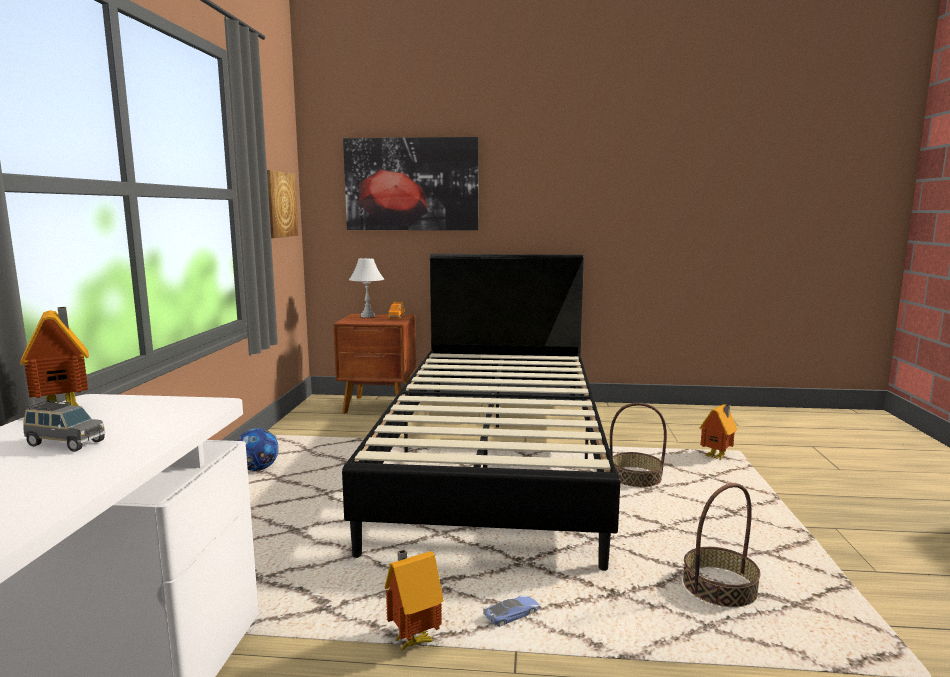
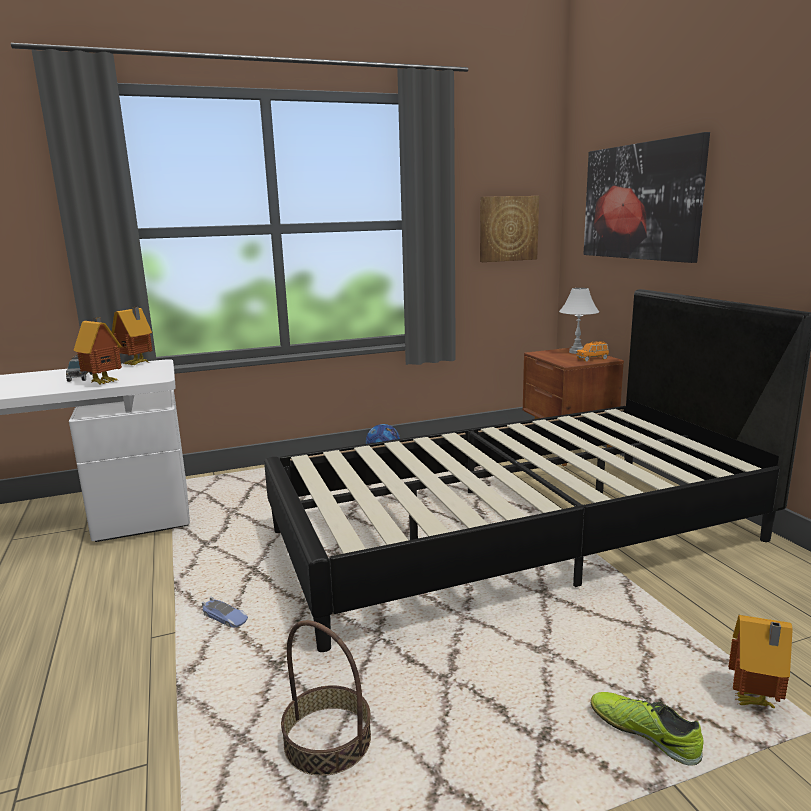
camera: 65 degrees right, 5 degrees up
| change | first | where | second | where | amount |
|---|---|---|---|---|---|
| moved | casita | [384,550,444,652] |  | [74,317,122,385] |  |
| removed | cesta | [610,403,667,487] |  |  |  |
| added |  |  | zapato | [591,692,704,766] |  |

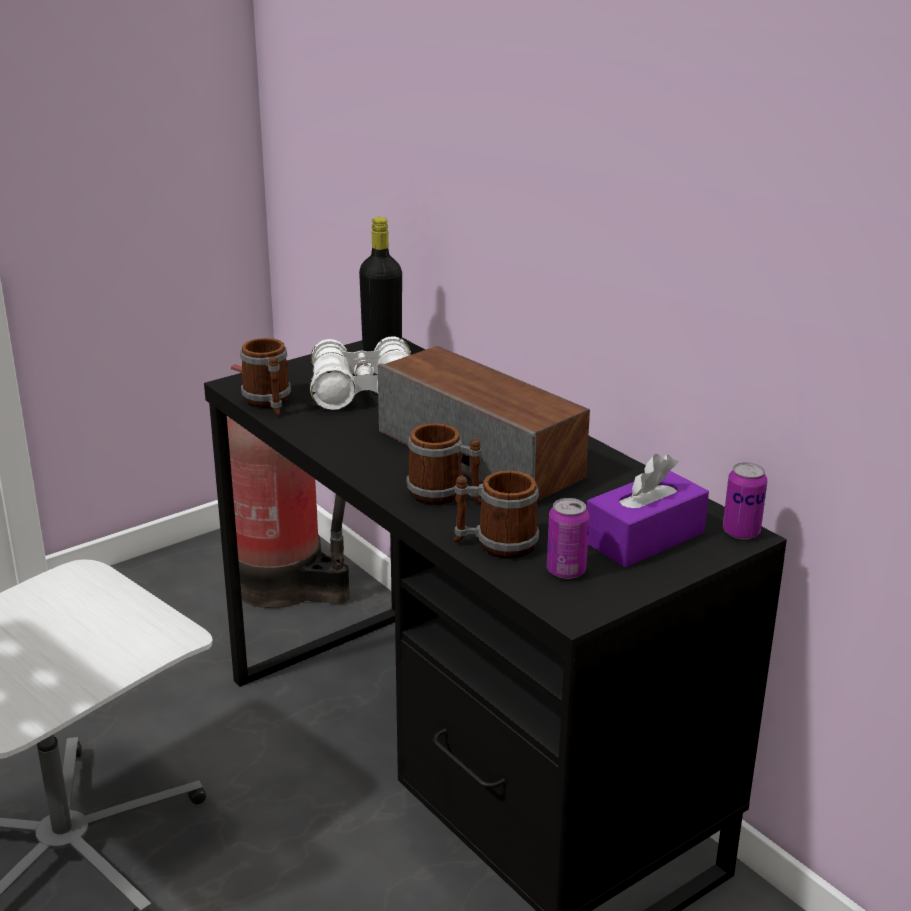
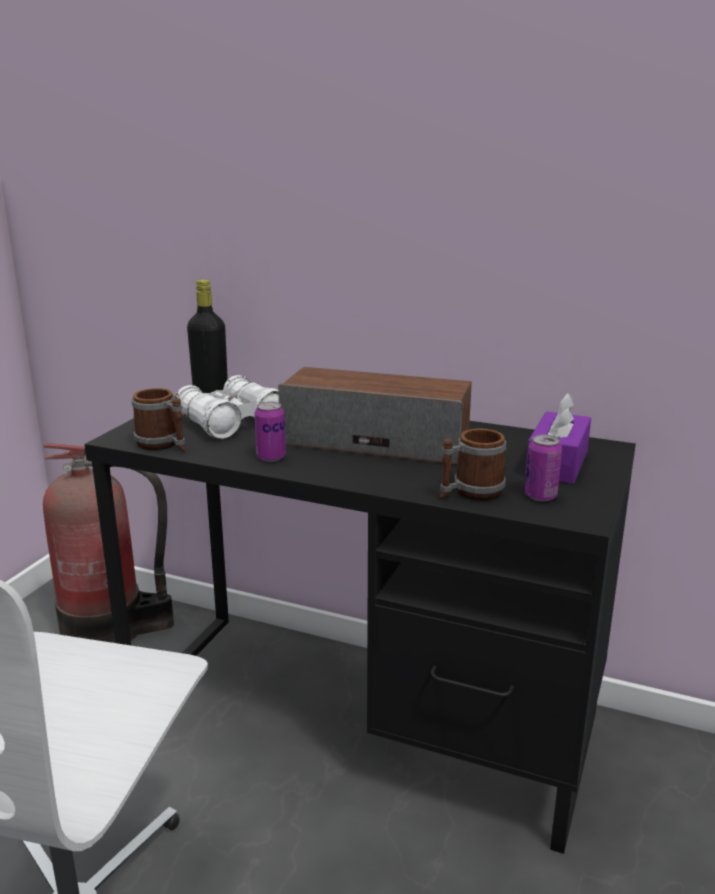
camera: 30 degrees left, 5 degrees down
| change | first | where | second | where | amount |
|---|---|---|---|---|---|
| removed | taza grande | [407,423,482,505] |  |  |  |
| moved | lata | [723,462,767,540] |  | [254,402,286,462] |  |

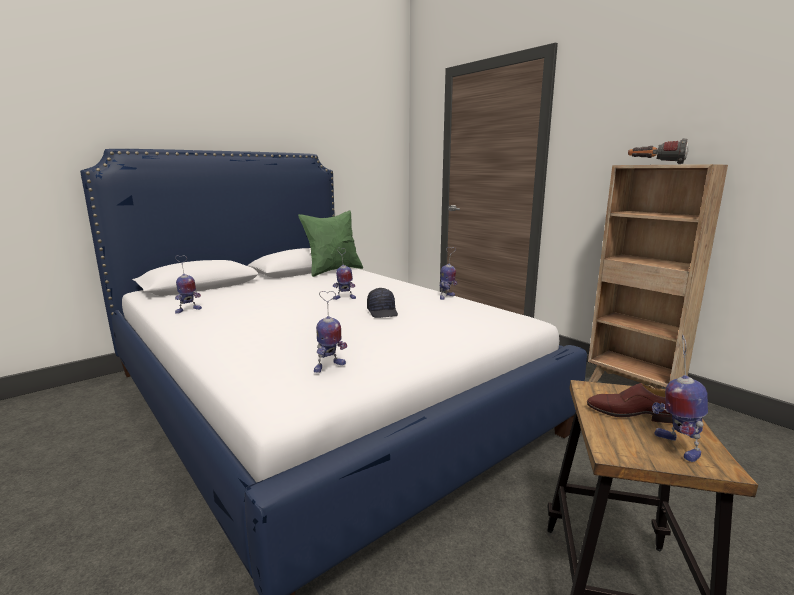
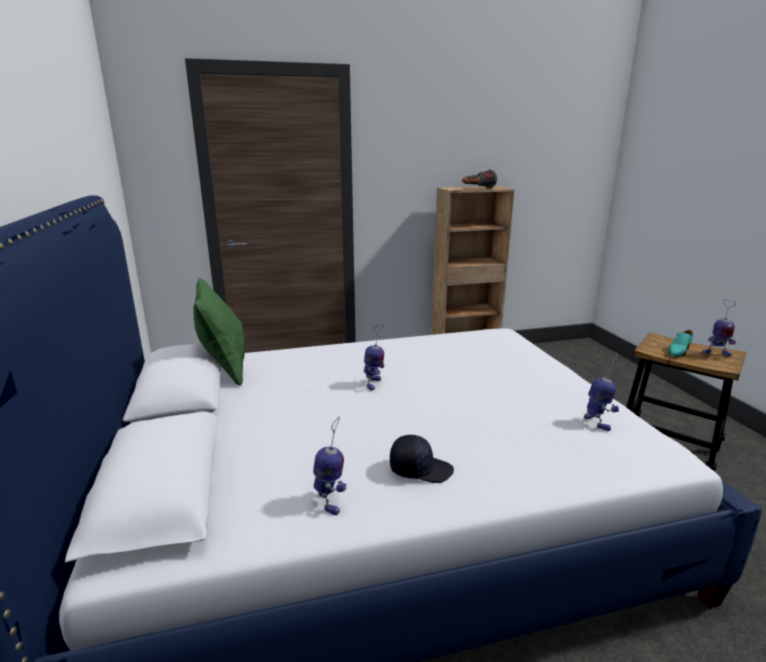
camera: 65 degrees left, 5 degrees up
| change | first | where | second | where | amount |
|---|---|---|---|---|---|
| moved | gorra (negro) | [367,288,398,318] |  | [390,435,454,483] |  |
| removed | robot de juguete | [440,247,458,300] |  |  |  |
| recoloured | zapato (marrón) | [587,383,673,423] | zapato (turquesa) | [668,330,693,357] |  |

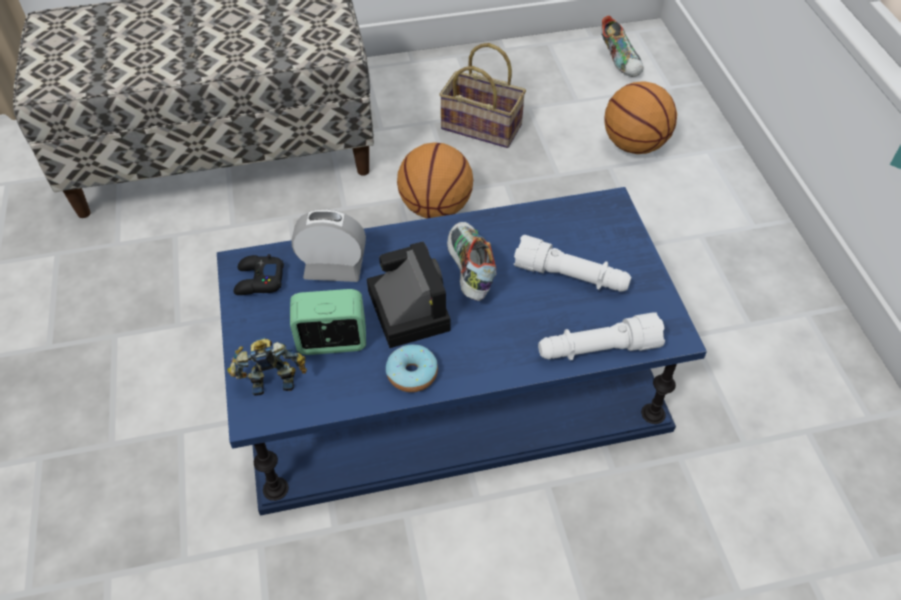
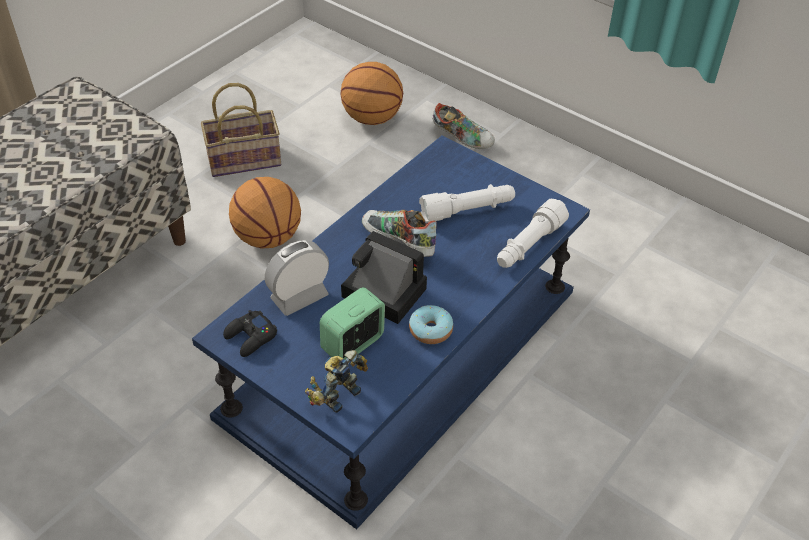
camera: 40 degrees left, 5 degrees down
| change | first | where | second | where | amount |
|---|---|---|---|---|---|
| moved | zapato | [601,16,643,77] |  | [433,103,495,149] |  |

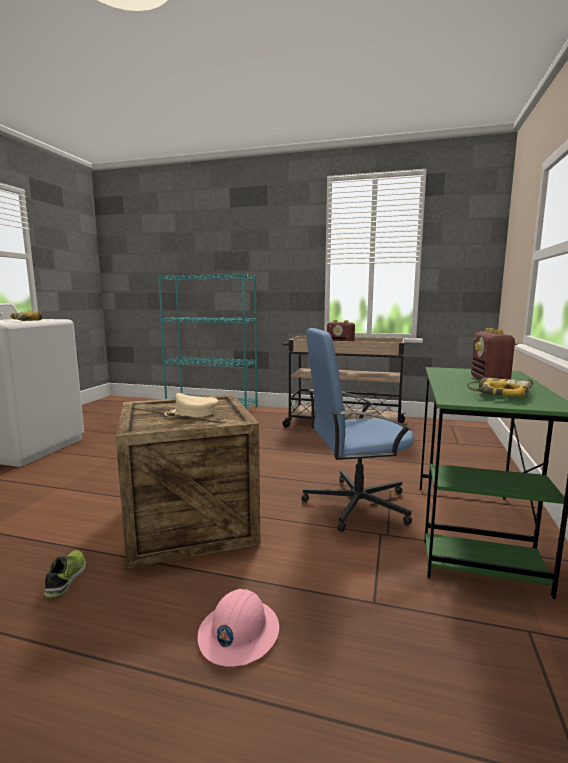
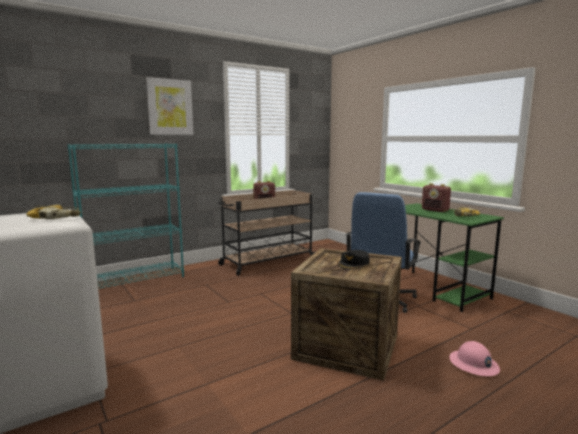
camera: 50 degrees left, 0 degrees up
| change | first | where | second | where | amount |
|---|---|---|---|---|---|
| removed | zapato | [44,550,86,598] |  |  |  |
| recoloured | gorra (beis) | [165,393,218,417] | gorra (negro) | [338,250,370,269] |  |
| added |  |  | cuadro | [146,77,194,135] |  |

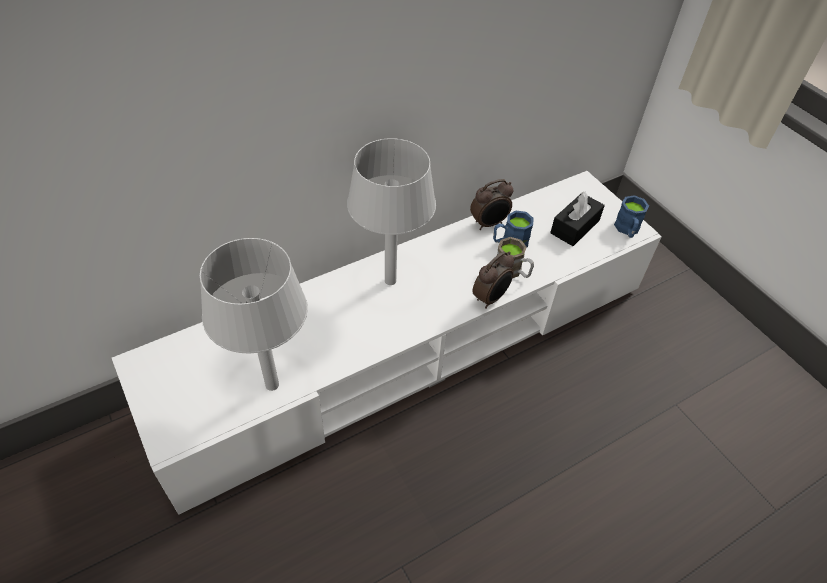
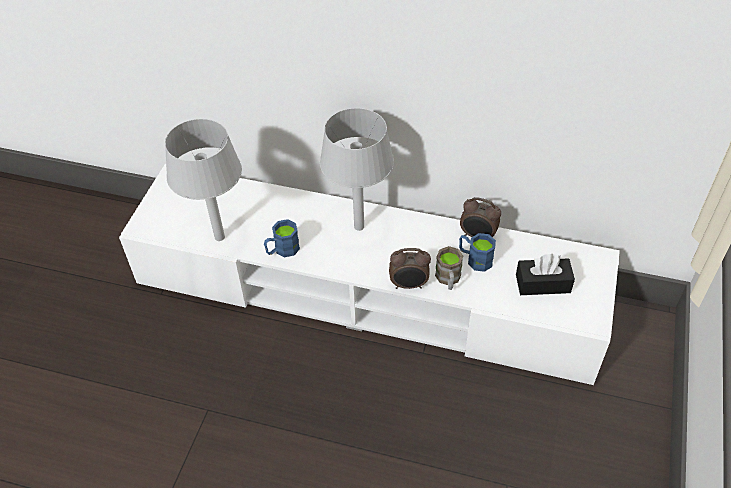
camera: 50 degrees right, 0 degrees up
| change | first | where | second | where | amount |
|---|---|---|---|---|---|
| moved | taza grande (azul) | [614,195,649,238] |  | [264,219,300,257] |  |

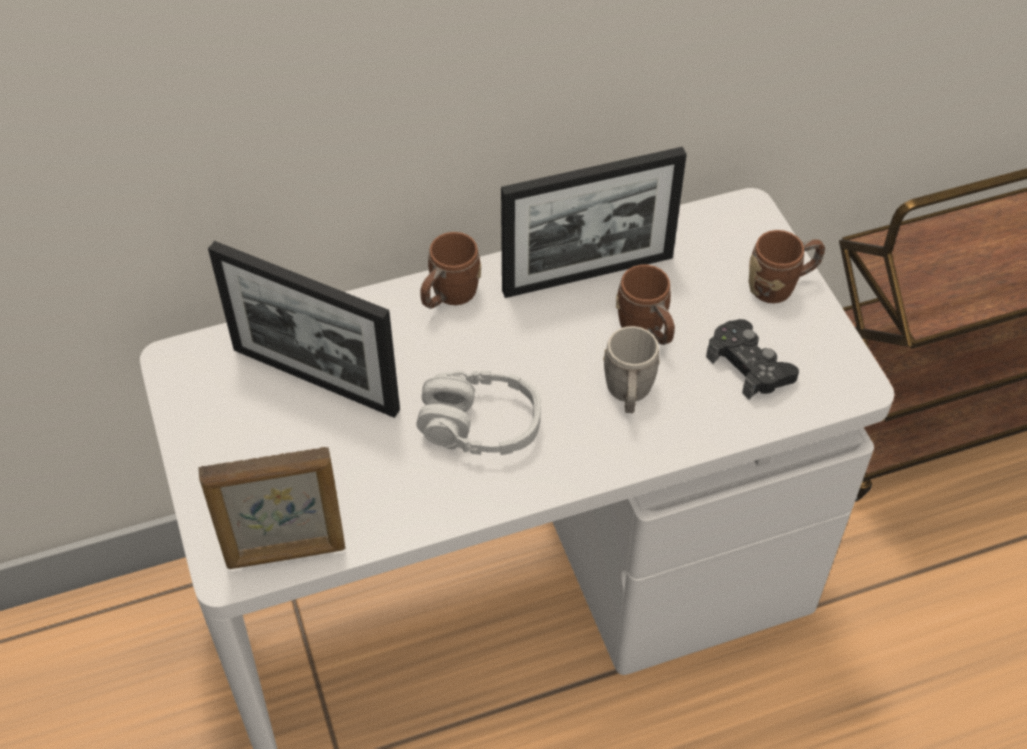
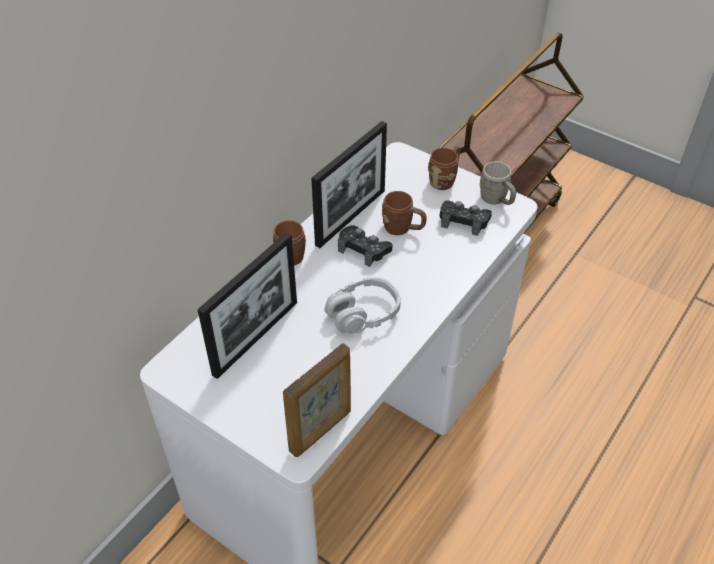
camera: 35 degrees left, 5 degrees down
| change | first | where | second | where | amount |
|---|---|---|---|---|---|
| turned | portarretratos | [208,241,400,418] |  | [197,233,297,379] | 45 degrees counterclockwise |
| moved | taza grande (gris) | [603,326,660,413] |  | [480,161,516,205] |  |
| added |  |  | mando de consola (negro) | [338,225,393,267] |  |

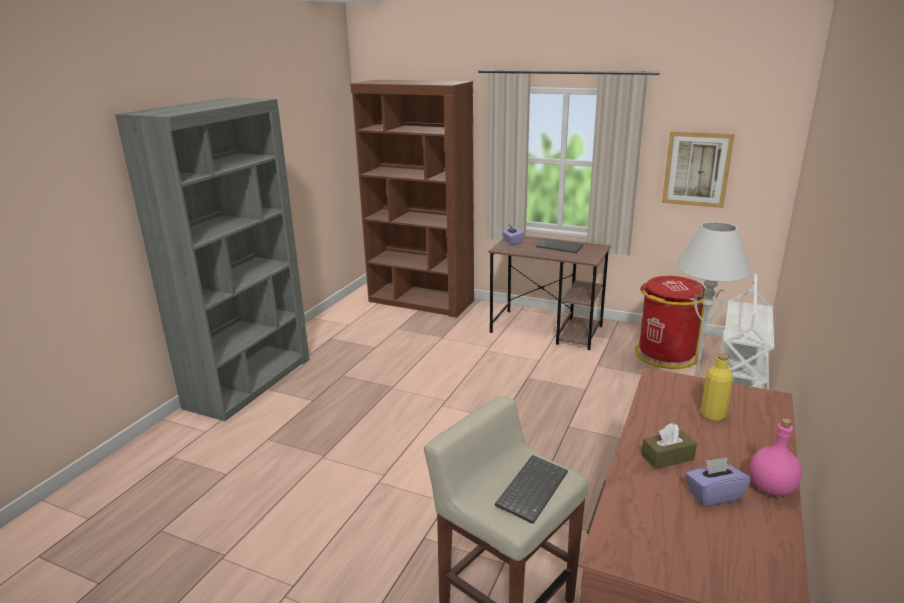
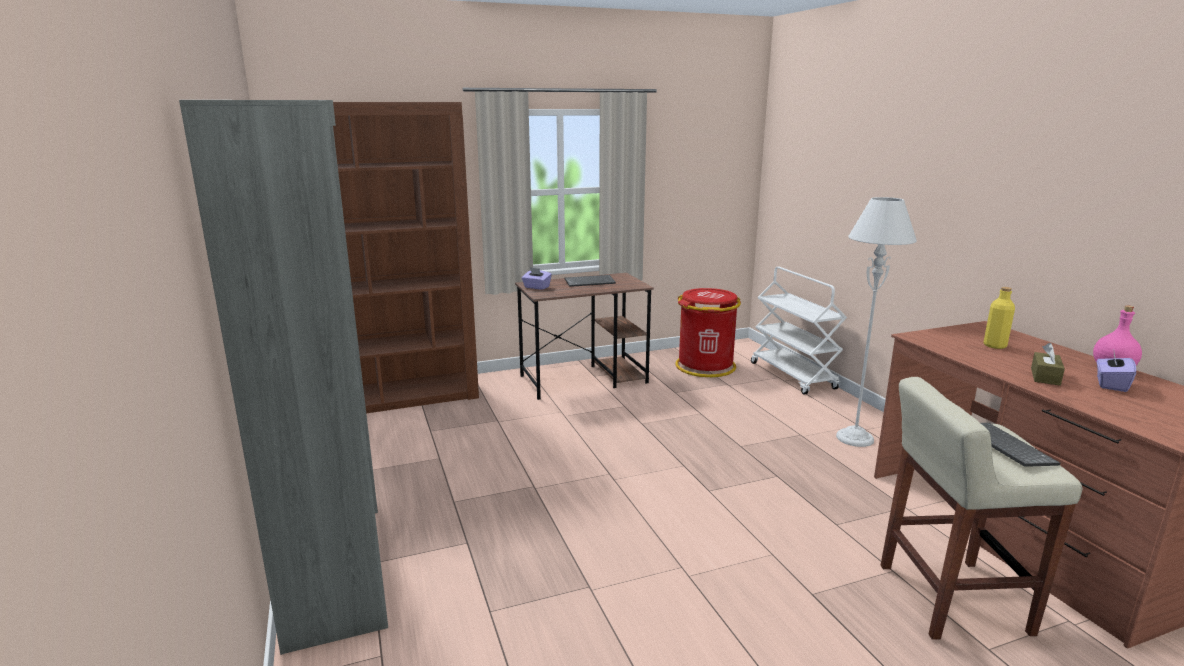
camera: 45 degrees left, 5 degrees down
| change | first | where | second | where | amount |
|---|---|---|---|---|---|
| removed | cuadro | [662,131,735,208] |  |  |  |

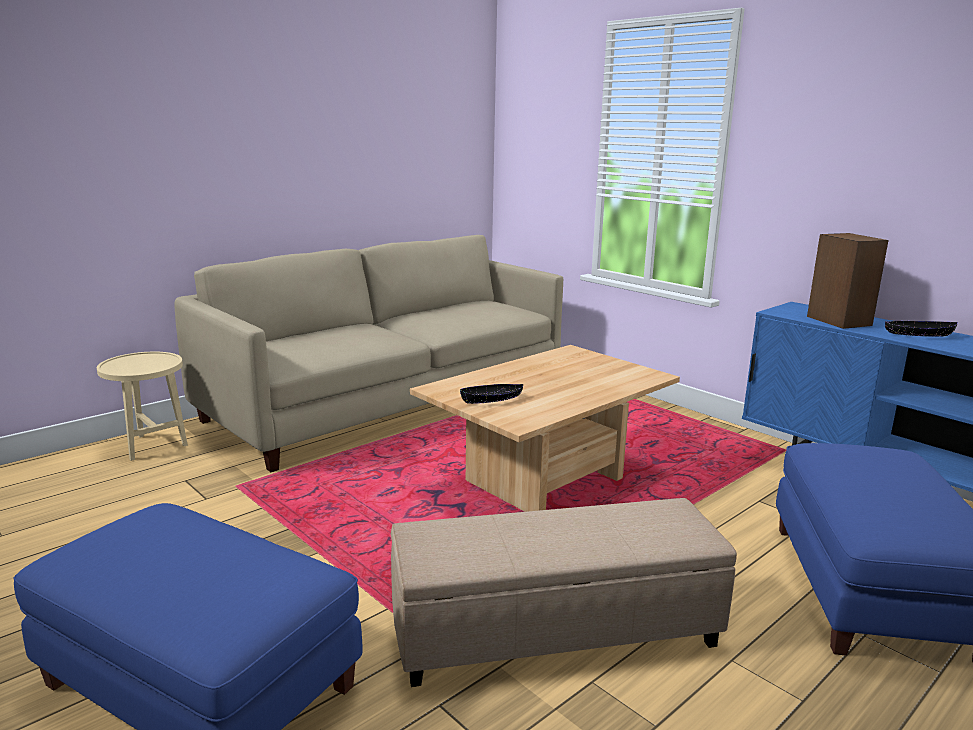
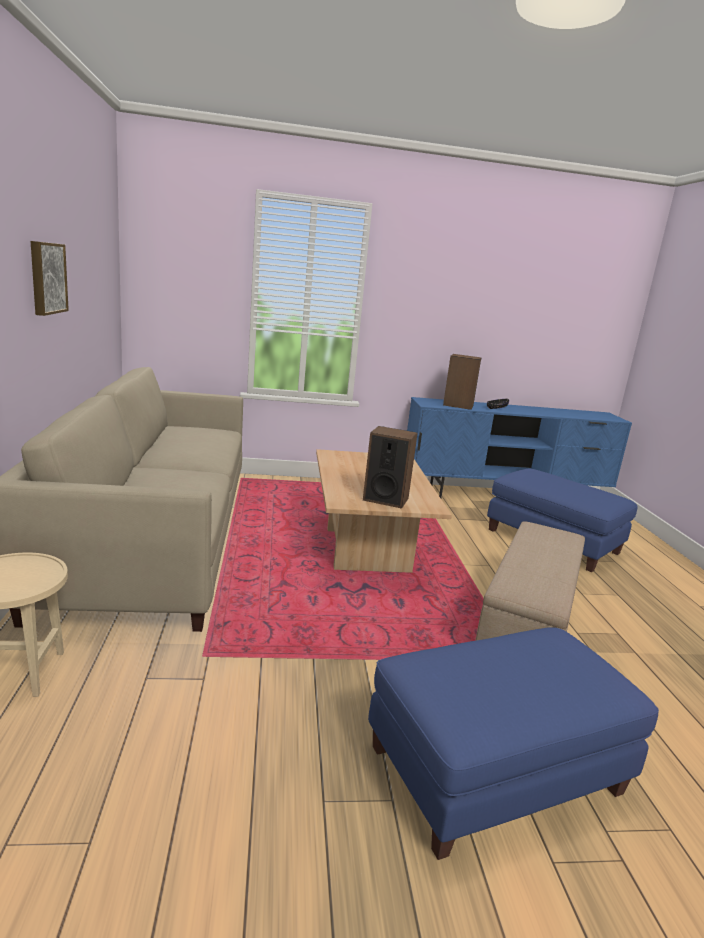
camera: 55 degrees left, 0 degrees up
| change | first | where | second | where | amount |
|---|---|---|---|---|---|
| replaced | cuenco (negro) | [460,384,523,404] | altavoz | [363,426,418,509] |  |
| added |  |  | cuadro | [31,241,69,316] |  |

